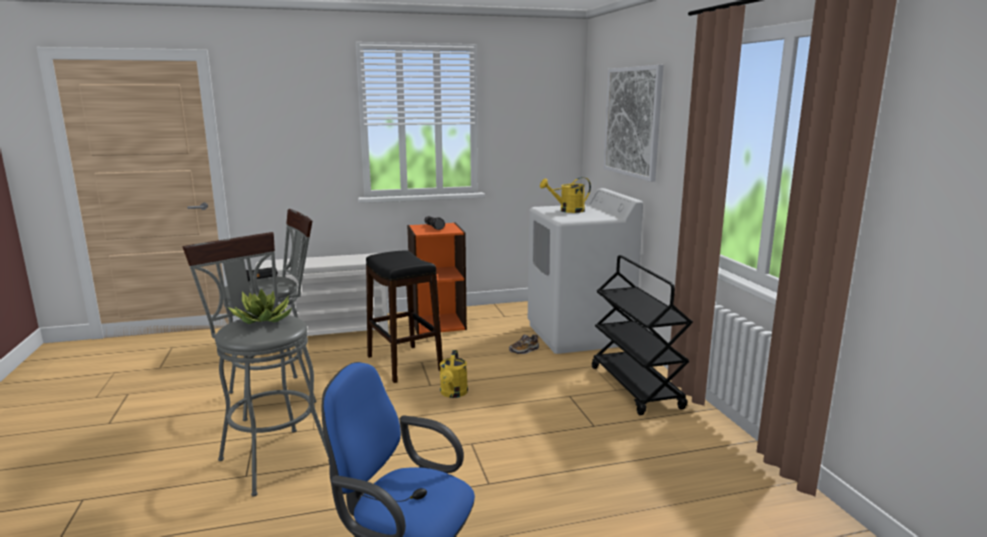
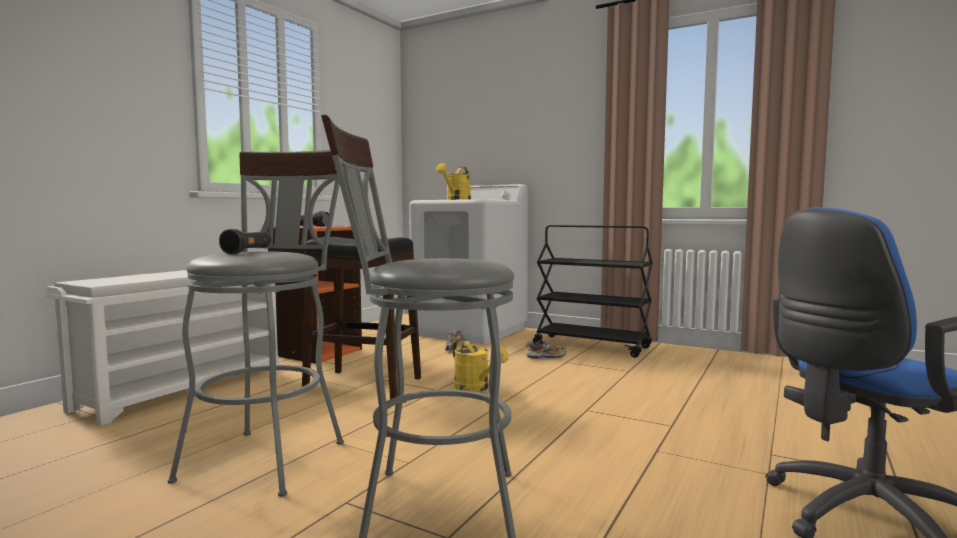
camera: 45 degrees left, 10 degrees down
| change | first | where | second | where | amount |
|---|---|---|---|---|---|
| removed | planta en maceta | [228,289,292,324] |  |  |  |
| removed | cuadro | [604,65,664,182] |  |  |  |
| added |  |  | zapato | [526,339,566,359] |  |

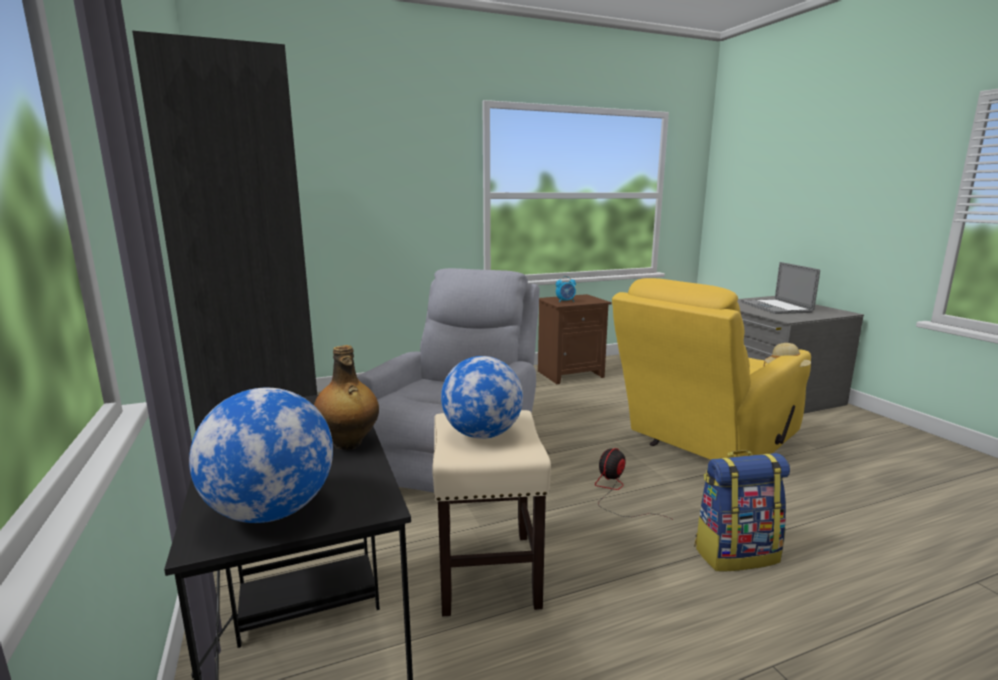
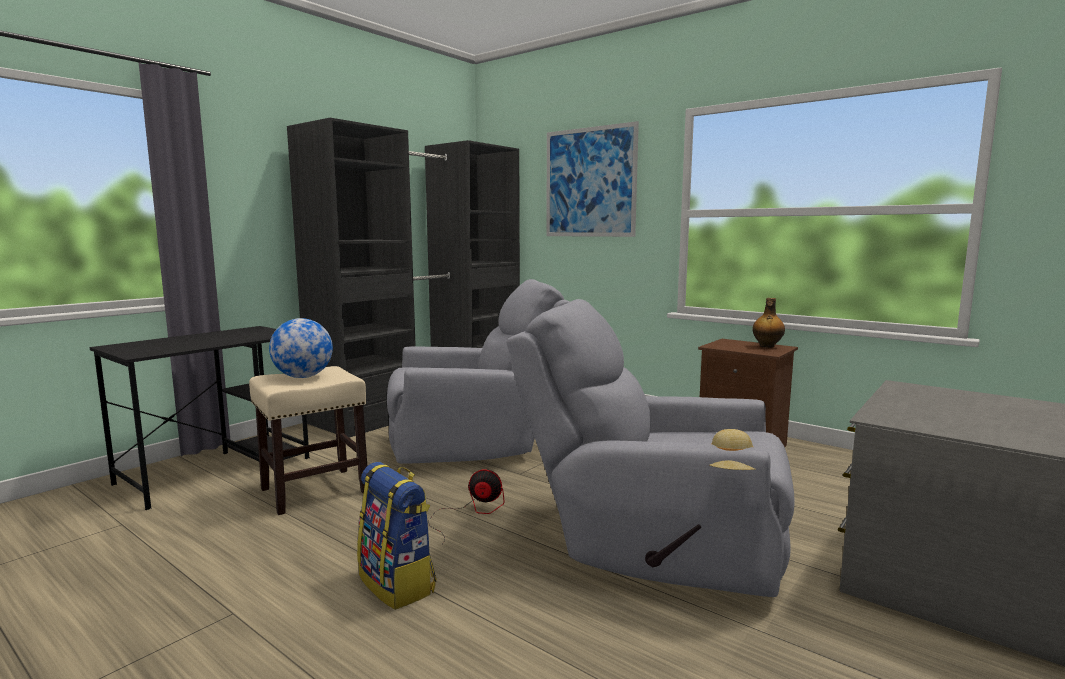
camera: 60 degrees right, 5 degrees down
| change | first | where | second | where | amount |
|---|---|---|---|---|---|
| removed | globo terráqueo | [189,388,333,523] |  |  |  |
| moved | botella | [314,345,379,450] |  | [752,298,785,348] |  |
| removed | despertador | [556,276,576,303] |  |  |  |
| recoloured | sillón (amarillo) | [612,278,811,460] | sillón (gris) | [506,299,795,597] |  |
| removed | portátil | [740,262,820,314] |  |  |  |
| added |  |  | cuadro | [546,121,639,237] |  |

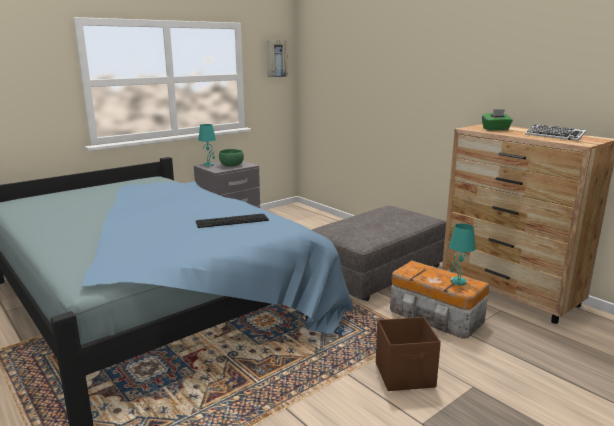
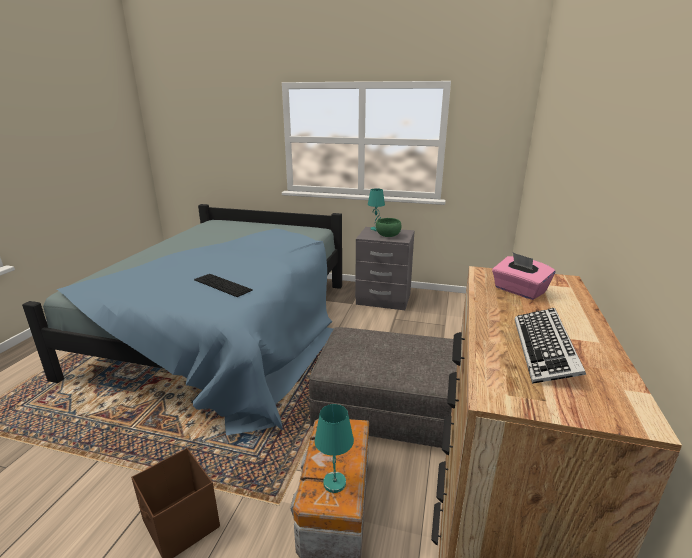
camera: 55 degrees right, 5 degrees up
| change | first | where | second | where | amount |
|---|---|---|---|---|---|
| removed | cuadro | [267,40,288,77] |  |  |  |
| recoloured | caja de pañuelos (verde) | [482,109,513,130] | caja de pañuelos (rosa) | [492,252,555,300] |  |

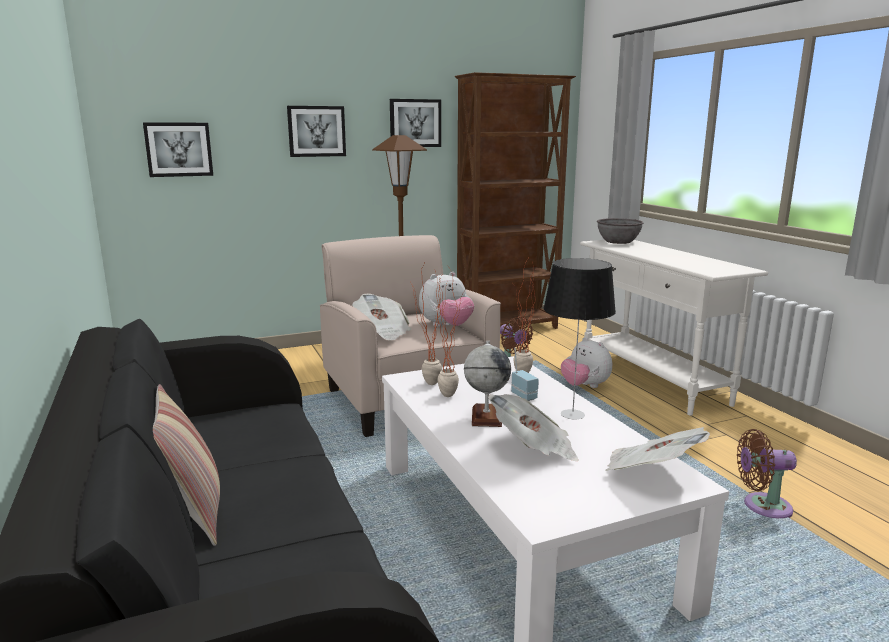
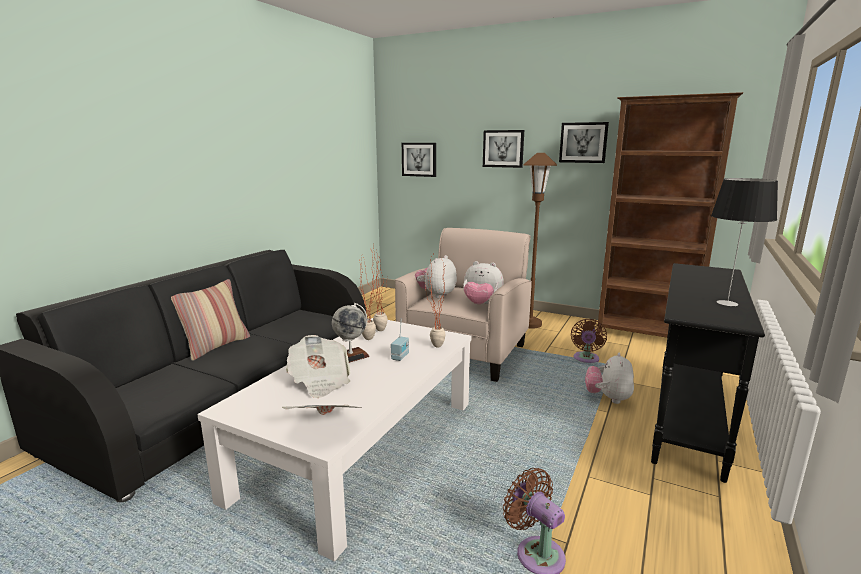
camera: 50 degrees right, 0 degrees up
| change | first | where | second | where | amount |
|---|---|---|---|---|---|
| replaced | periódico | [352,294,411,341] | peluche | [415,255,457,298] |  |
| moved | lámpara de mesa | [544,258,616,419] |  | [711,178,778,306] |  |
| recoloured | mesa consola (blanco) | [580,240,768,416] | mesa consola (negro) | [651,263,765,483] |  |
| removed | cuenco (gris) | [597,218,644,244] |  |  |  |

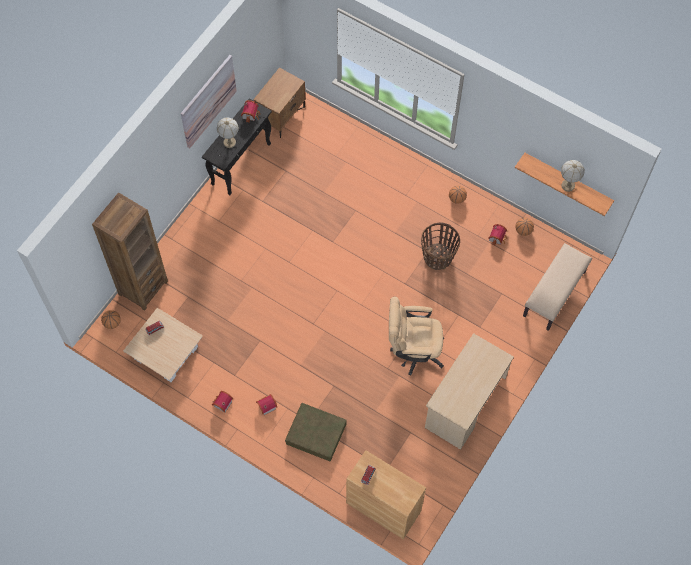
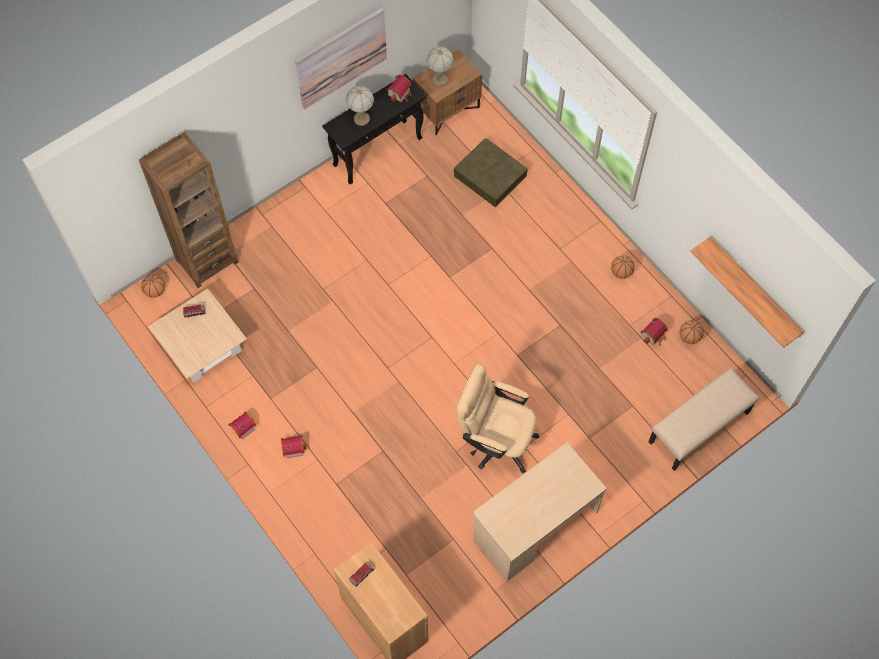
camera: 20 degrees right, 0 degrees up
| change | first | where | second | where | amount |
|---|---|---|---|---|---|
| moved | caja de almacenaje (marrón) | [285,403,347,462] |  | [454,138,528,207] |  |
| removed | cesta | [421,223,460,270] |  |  |  |
| moved | lámpara de mesa | [561,160,585,192] |  | [426,46,453,86] |  |

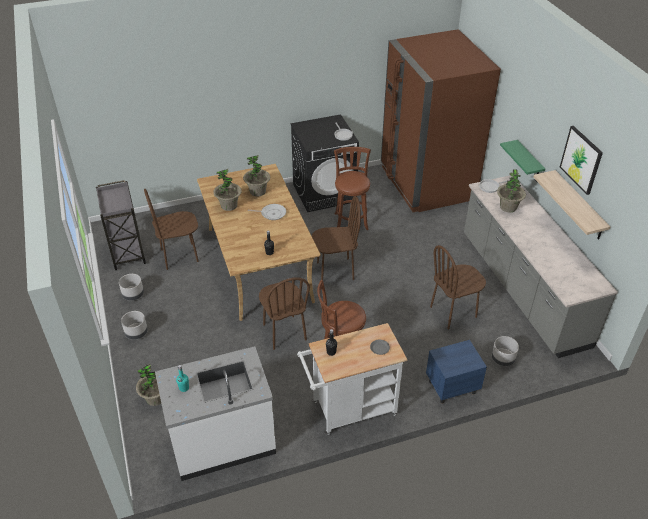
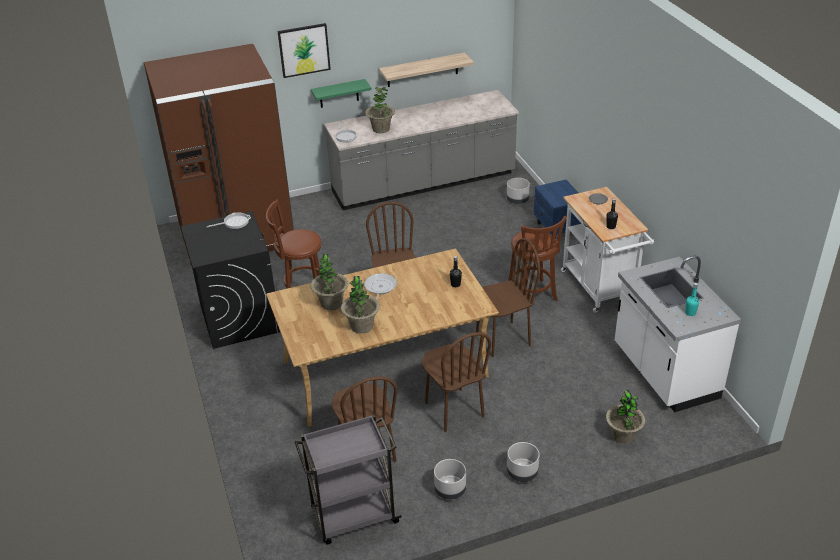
camera: 90 degrees left, 5 degrees down
| change | first | where | second | where | amount |
|---|---|---|---|---|---|
| moved | silla (marrón) | [430,245,486,329] |  | [422,332,492,432] |  |
| moved | cuadro | [560,126,603,195] |  | [278,23,331,78] |  |

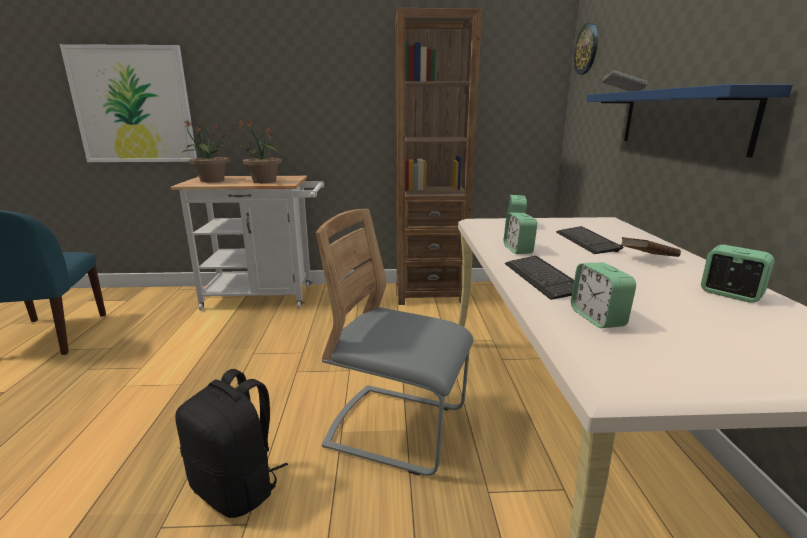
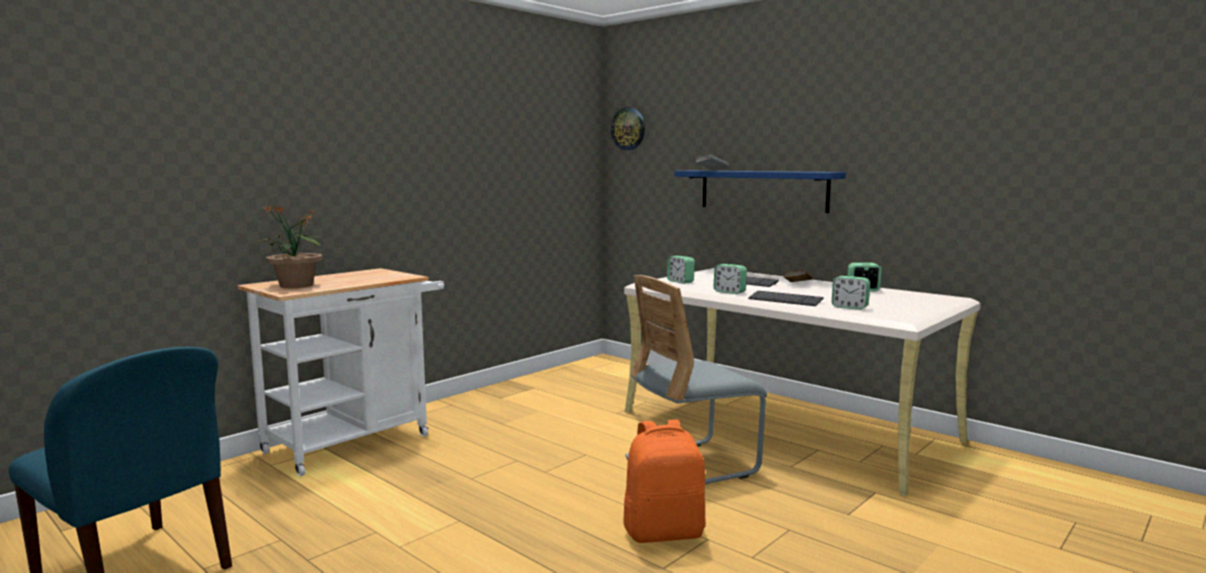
camera: 45 degrees left, 10 degrees down
| change | first | where | second | where | amount |
|---|---|---|---|---|---|
| removed | cuadro | [60,44,197,162] |  |  |  |
| recoloured | mochila (negro) | [175,369,288,518] | mochila (naranja) | [623,419,706,543] |  |
| removed | planta en maceta | [235,120,282,183] |  |  |  |
| removed | estantería (marrón) | [395,8,482,305] |  |  |  |

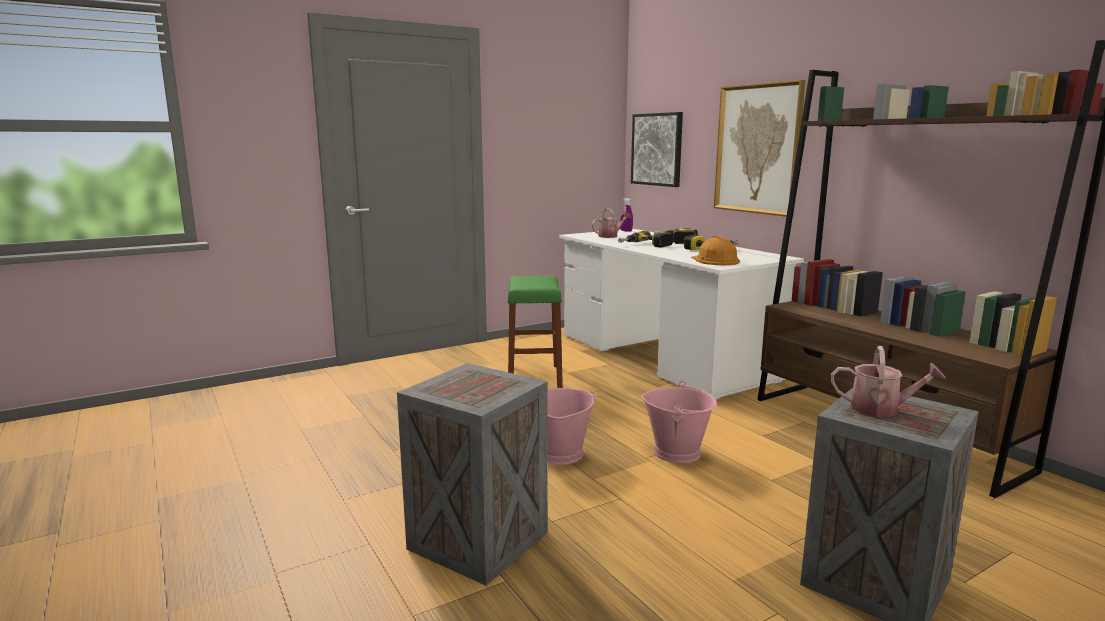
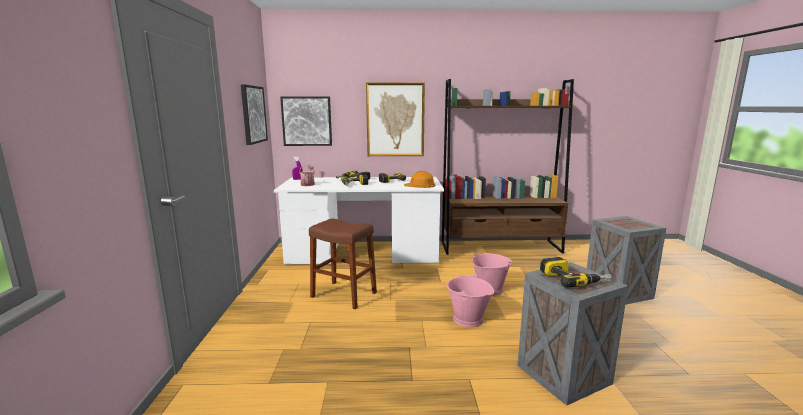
camera: 60 degrees left, 0 degrees up
| change | first | where | second | where | amount |
|---|---|---|---|---|---|
| recoloured | taburete (verde) | [508,276,563,388] | taburete (marrón) | [309,218,377,309] |  |
| removed | regadera | [831,346,946,417] |  |  |  |
| added |  |  | cuadro | [241,84,268,145] |  |
| added |  |  | taladro | [540,257,612,288] |  |

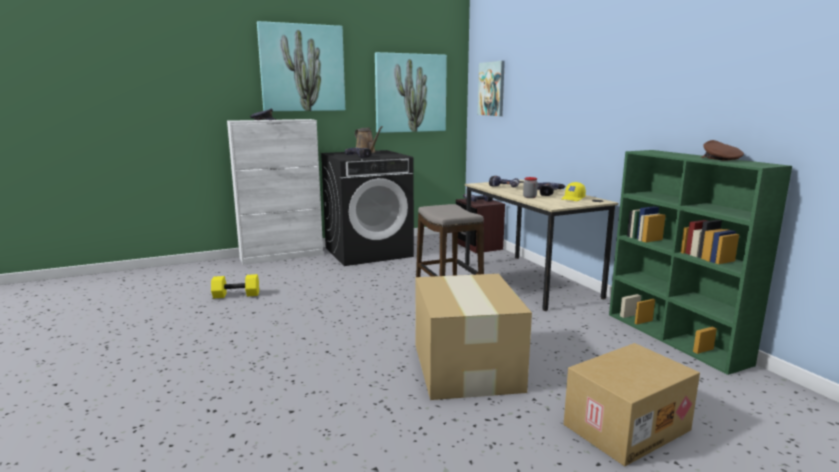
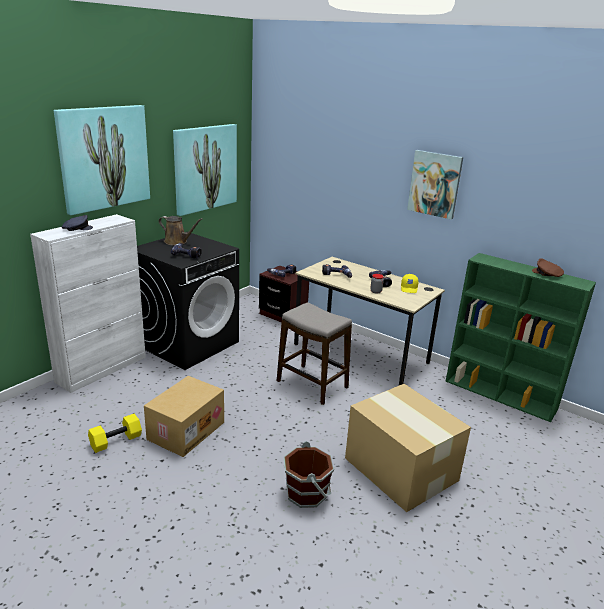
camera: 30 degrees left, 10 degrees up
| change | first | where | second | where | amount |
|---|---|---|---|---|---|
| moved | cuadro | [478,61,505,116] |  | [407,150,463,219] |  |
| moved | caja de cartón | [564,343,700,466] |  | [144,376,224,457] |  |
| added |  |  | cubo (marrón) | [284,441,334,508] |  |

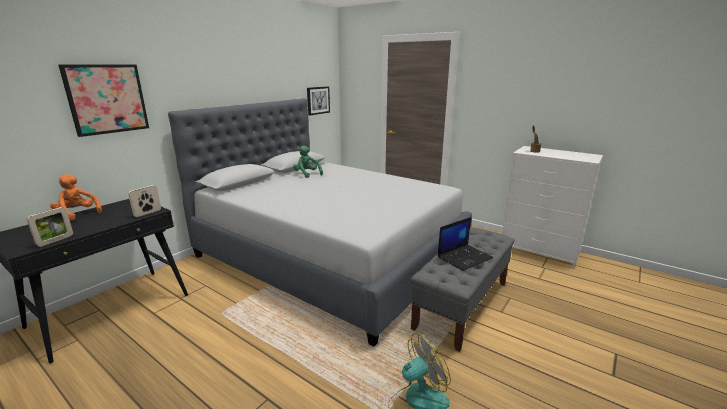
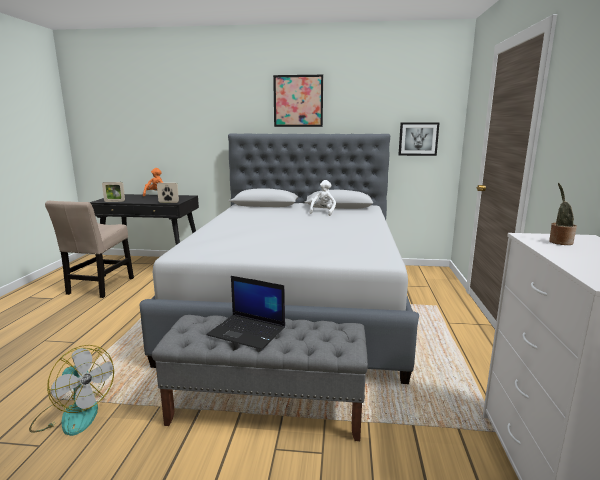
camera: 60 degrees right, 5 degrees down
| change | first | where | second | where | amount |
|---|---|---|---|---|---|
| moved | cuadro | [58,65,149,137] |  | [273,75,323,127] |  |
| recoloured | peluche (verde) | [293,146,323,178] | peluche (blanco) | [309,180,336,216] |  |
| added |  |  | silla (beis) | [45,201,134,298] |  |

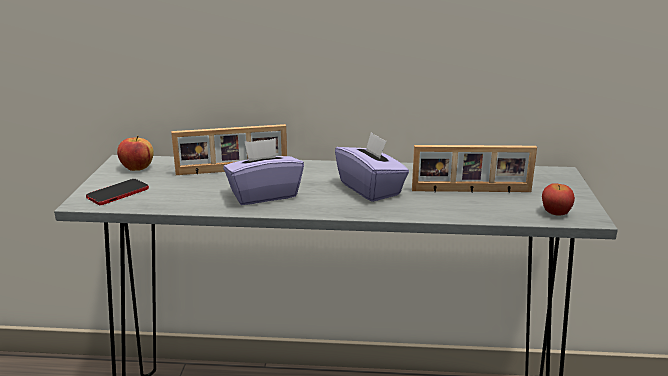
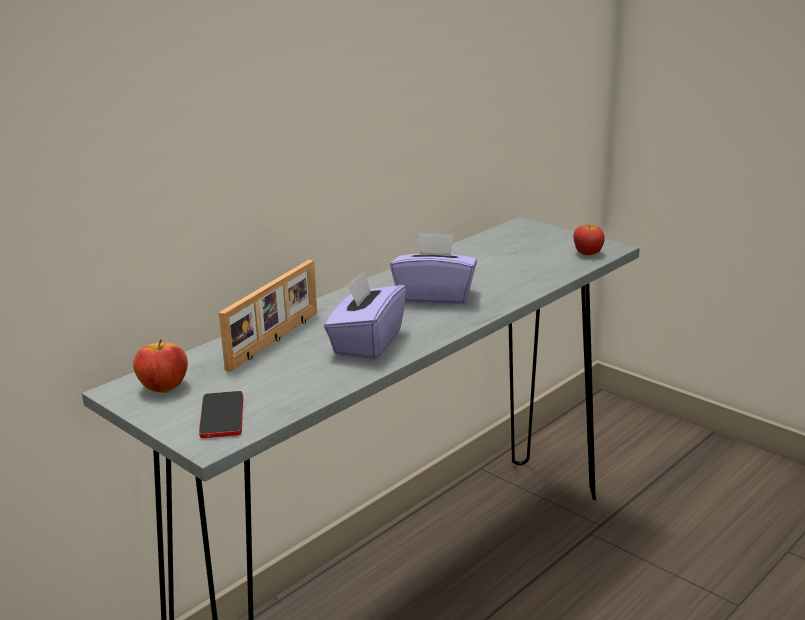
camera: 50 degrees left, 0 degrees up
| change | first | where | second | where | amount |
|---|---|---|---|---|---|
| removed | portarretratos | [412,145,537,193] |  |  |  |

